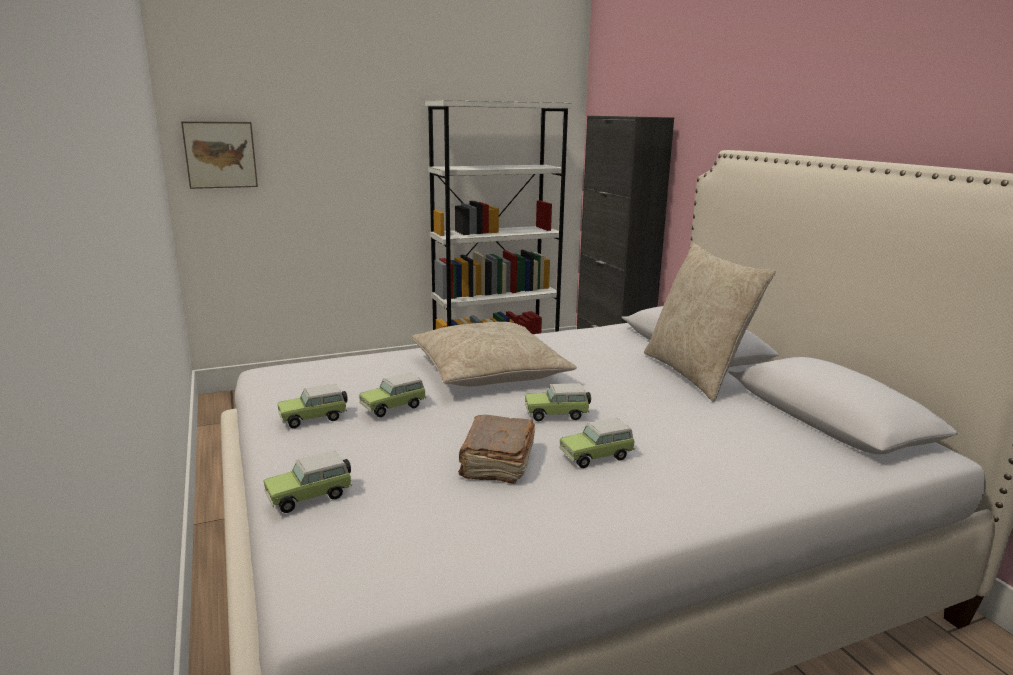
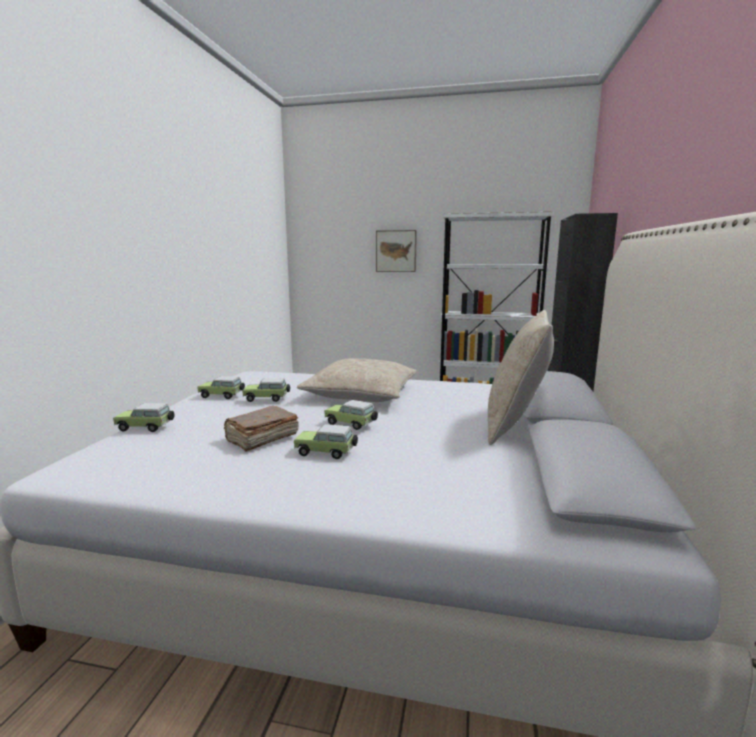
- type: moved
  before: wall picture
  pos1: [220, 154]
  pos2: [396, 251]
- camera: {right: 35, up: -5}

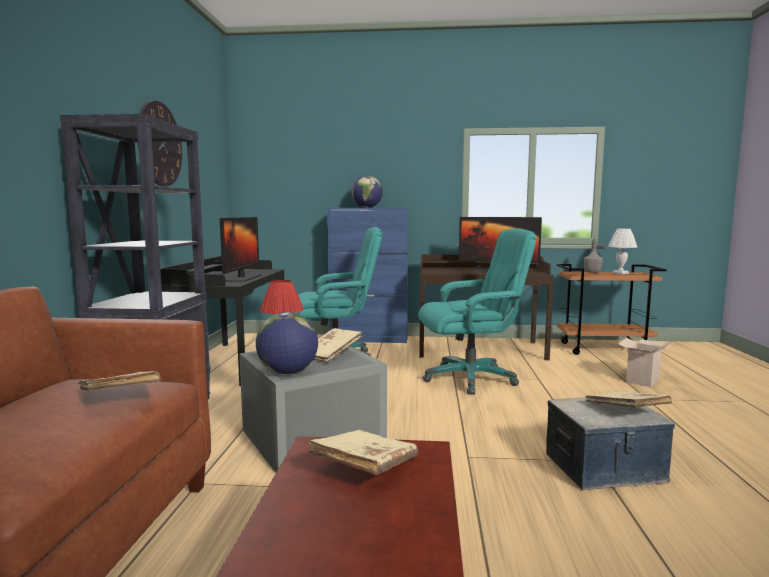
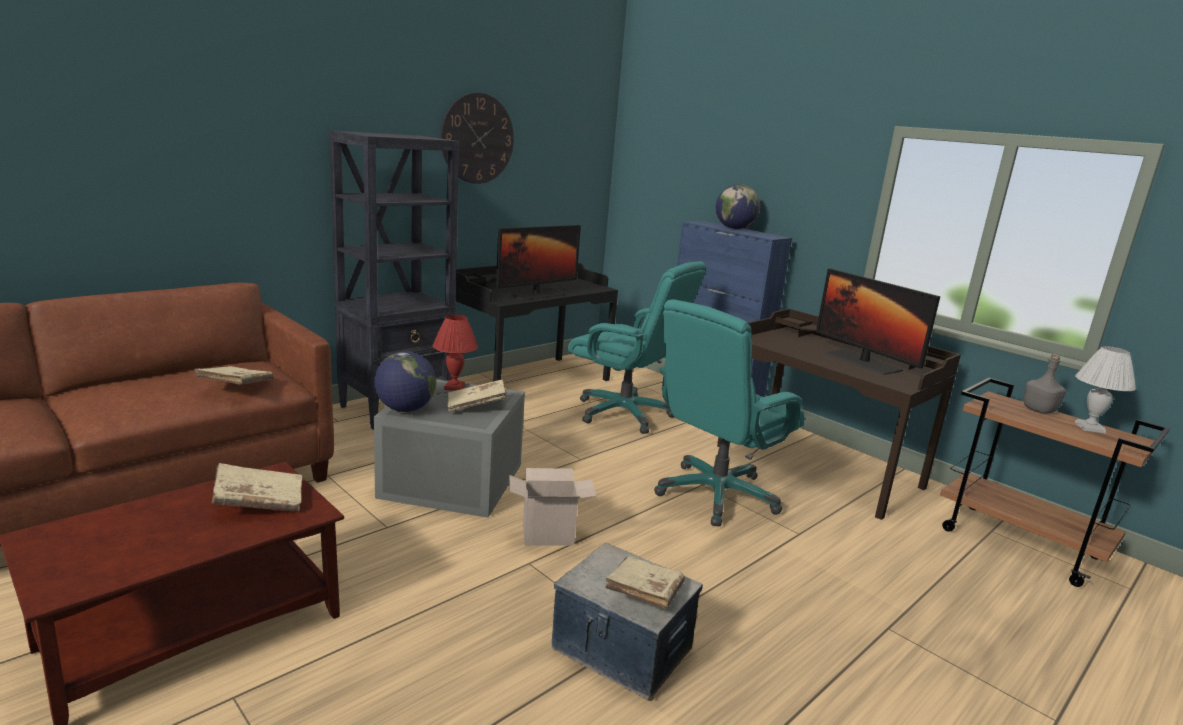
- type: turned
  before: computer chair/turquoise-coloured
  pos1: [471, 378]
  pos2: [716, 495]
  turn: 105
- type: moved
  before: cardboard box
  pos1: [641, 380]
  pos2: [549, 534]
- camera: {right: 40, up: 10}

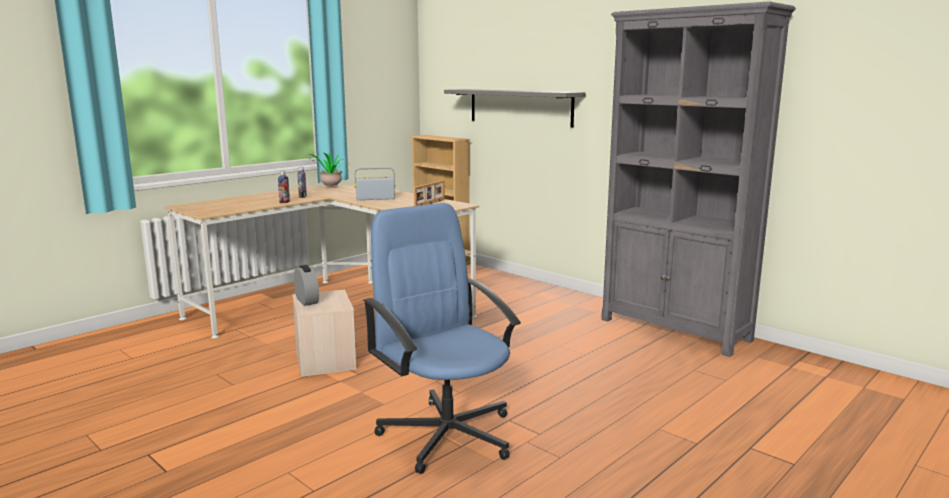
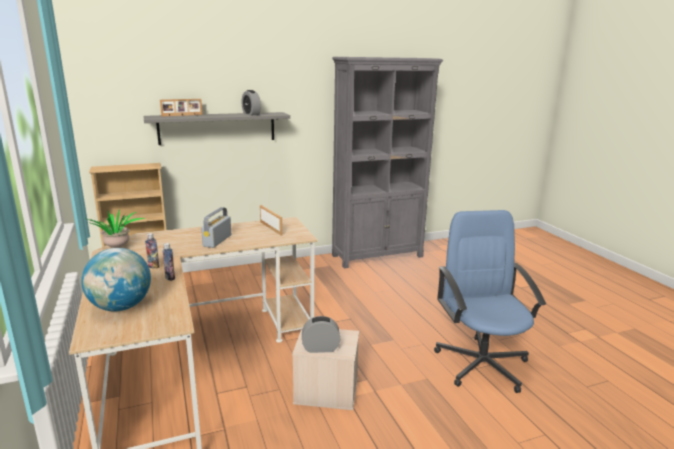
- type: turned
  before: computer chair/bluish
  pos1: [447, 434]
  pos2: [481, 363]
  turn: 90
- type: added
  after: alarm clock
  pos2: [251, 114]
- type: added
  after: standing frame
  pos2: [182, 115]
- type: added
  after: world globe
  pos2: [121, 307]
- camera: {right: -65, up: 5}

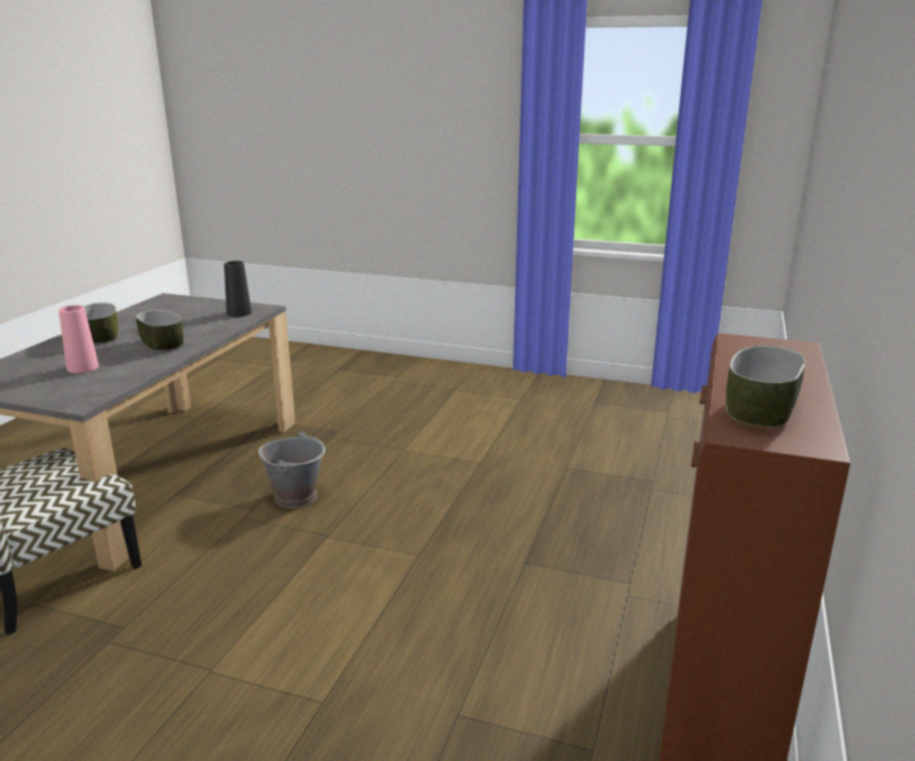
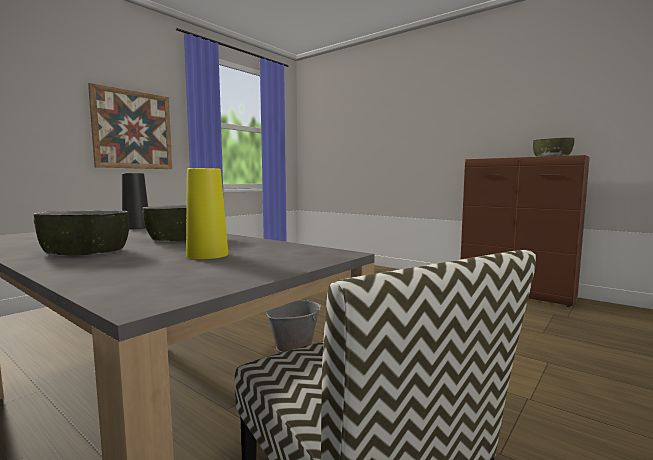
- type: recoloured
  before: vase/pinkish
  after: vase/yellow
  pos1: [83, 367]
  pos2: [207, 255]
- type: added
  after: wall picture
  pos2: [133, 130]
- camera: {right: -70, up: -15}

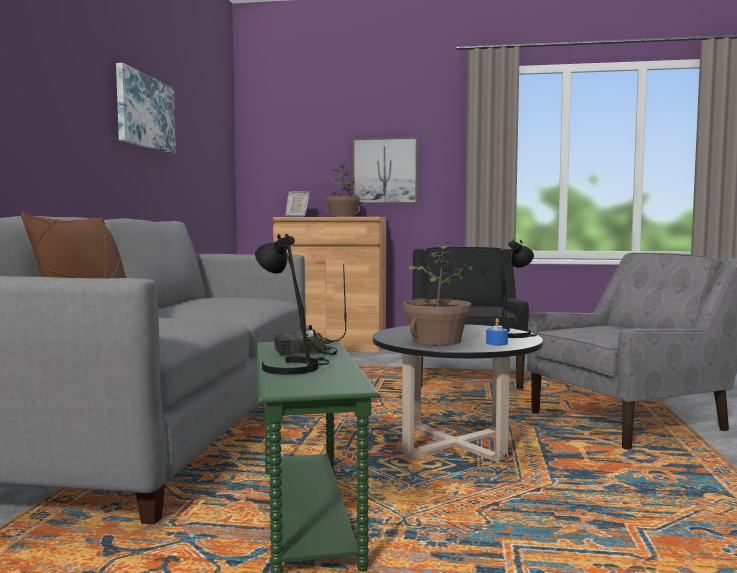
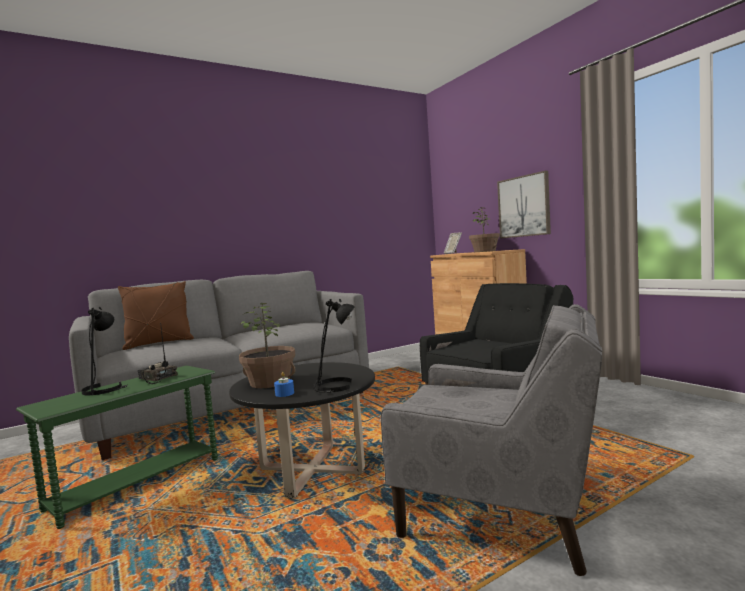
- type: removed
  before: wall picture
  pos1: [144, 112]
- camera: {right: 50, up: 0}

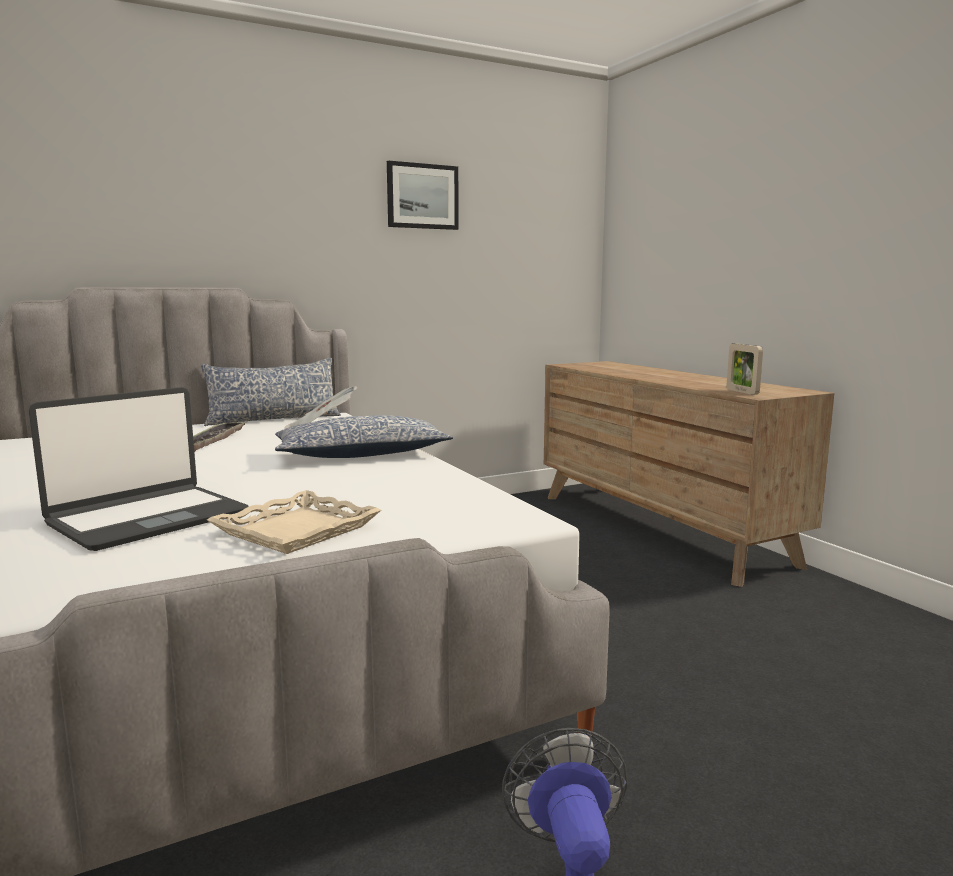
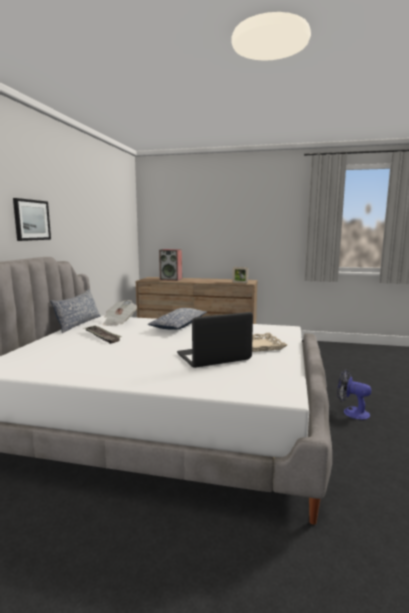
- type: moved
  before: wall picture
  pos1: [422, 196]
  pos2: [31, 220]
- type: turned
  before: notebook computer
  pos1: [148, 519]
  pos2: [214, 357]
  turn: -105
- type: added
  after: speaker
  pos2: [171, 279]
- camera: {right: -50, up: 0}

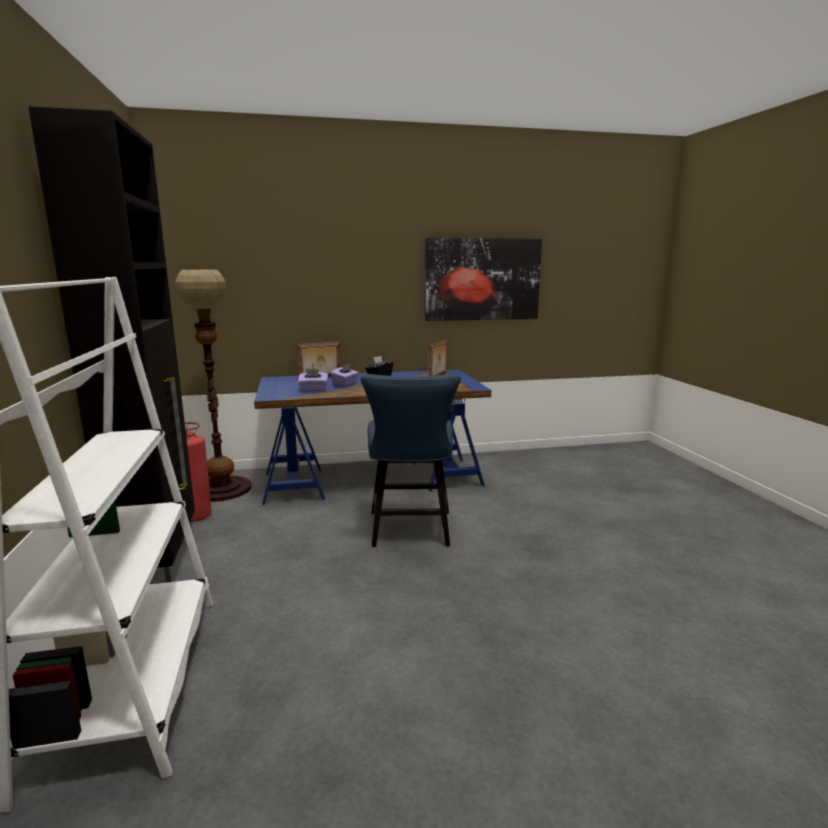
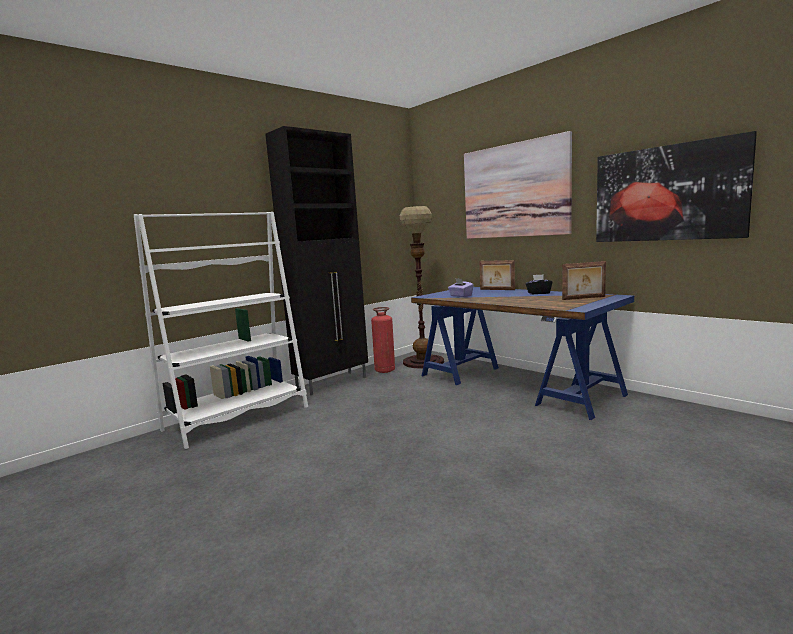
- type: removed
  before: box of tissues/purple-coloured
  pos1: [345, 385]
- type: removed
  before: upright chair/bluish
  pos1: [410, 532]
- type: added
  after: wall picture
  pos2: [514, 190]
- camera: {right: 60, up: -5}

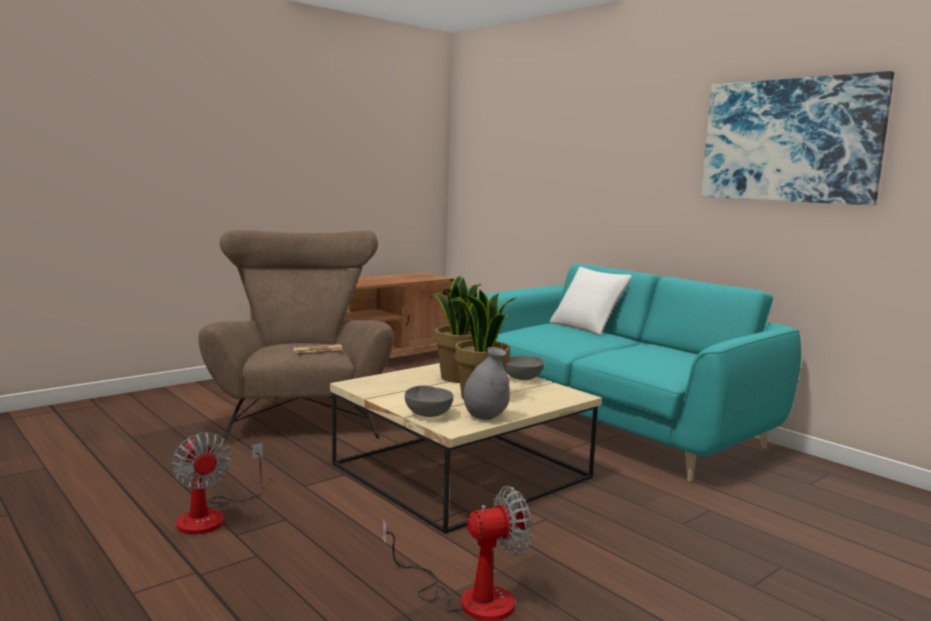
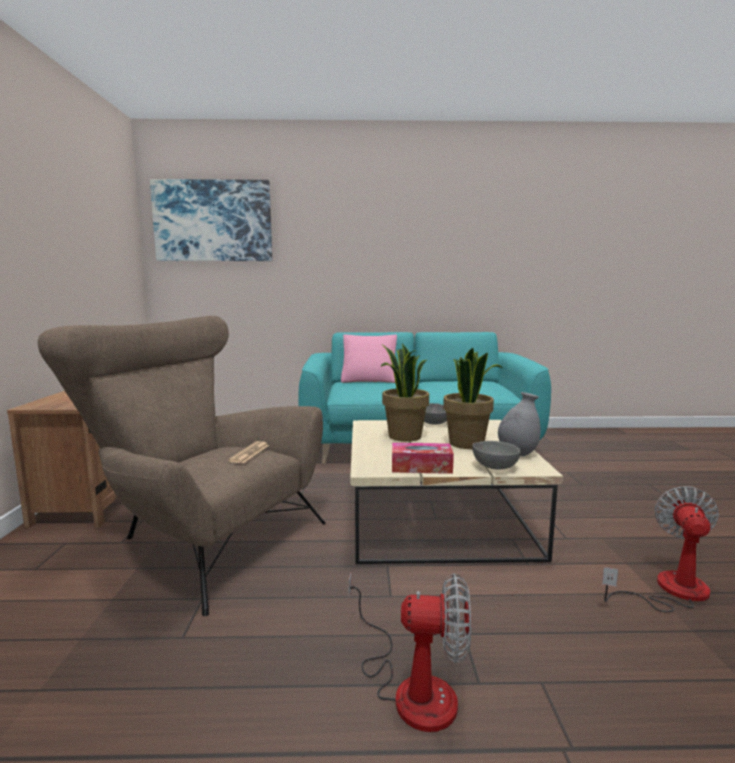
- type: moved
  before: wall picture
  pos1: [789, 140]
  pos2: [213, 221]
- type: recoloured
  before: pillow/white-coloured
  after: pillow/pinkish
  pos1: [587, 327]
  pos2: [369, 380]
- type: added
  after: box of tissues
  pos2: [421, 467]
- camera: {right: -50, up: 0}

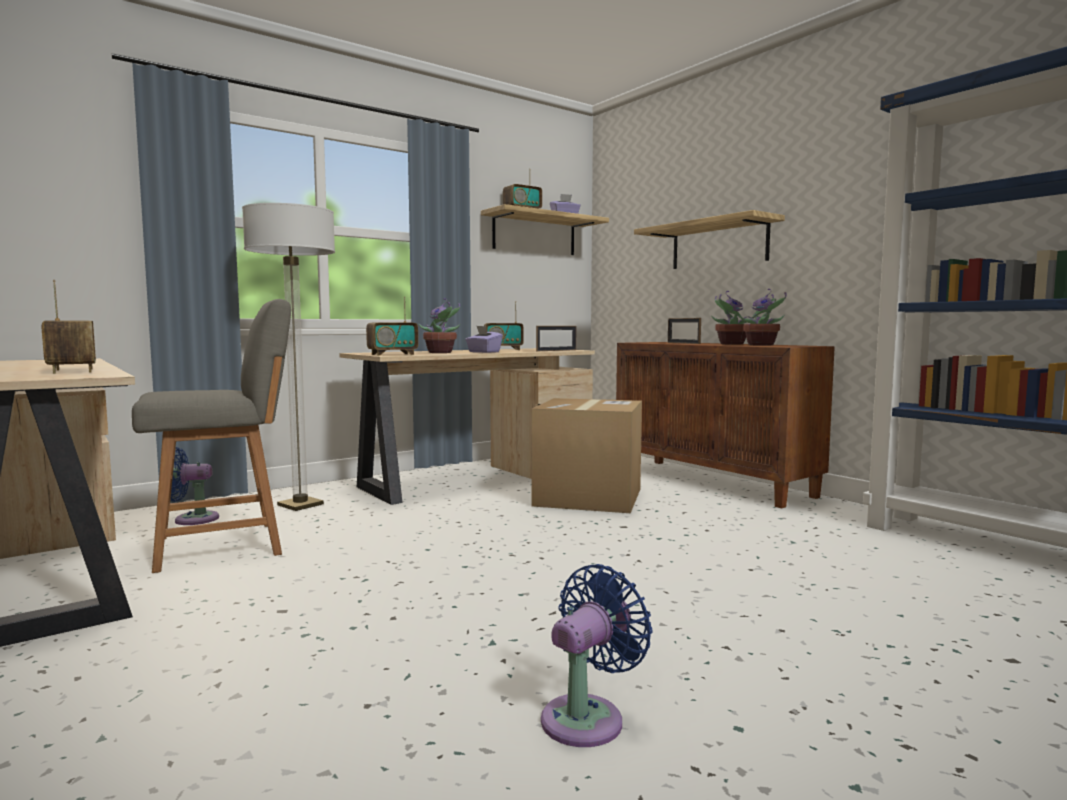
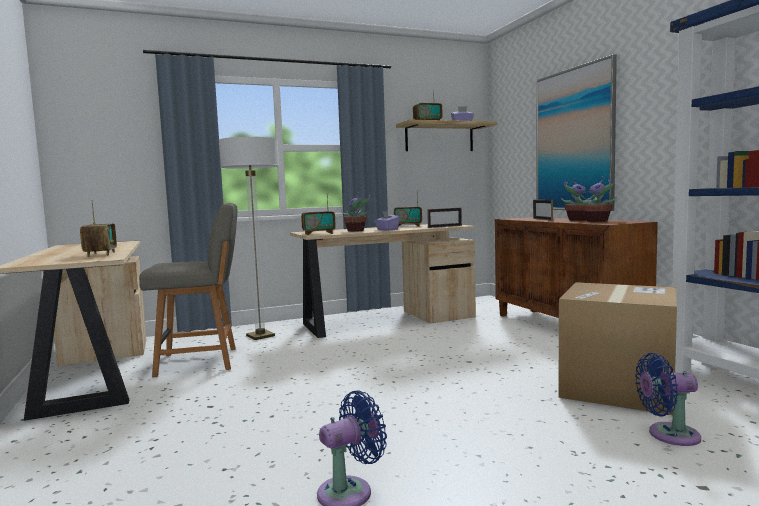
- type: replaced
  before: bracket shelf
  after: wall picture
  pos1: [718, 245]
  pos2: [574, 140]
- type: moved
  before: cardboard box
  pos1: [588, 497]
  pos2: [618, 388]
- type: moved
  before: cooling fan/bluish
  pos1: [191, 519]
  pos2: [668, 435]
- camera: {right: 15, up: 0}

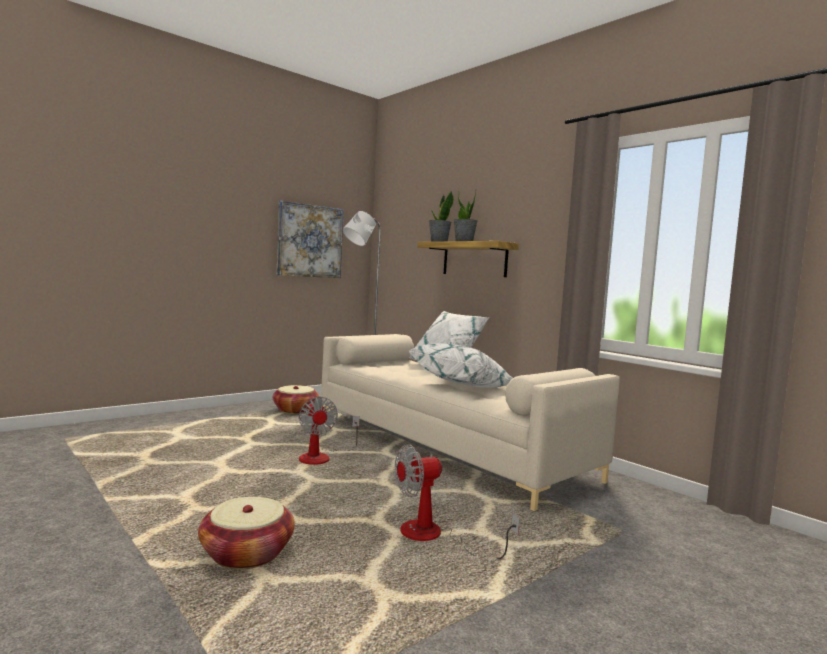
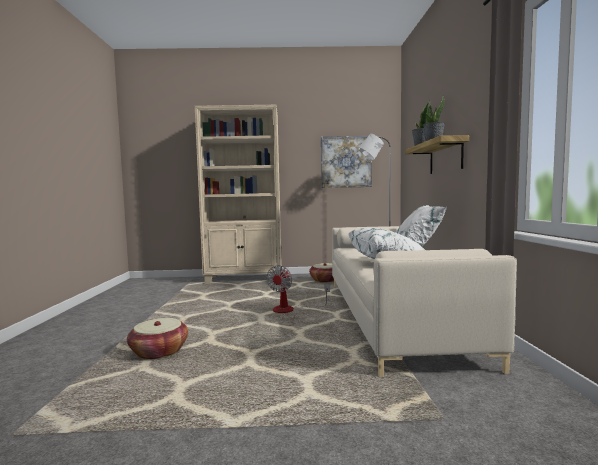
- type: removed
  before: cooling fan
  pos1: [435, 537]
- type: added
  after: bookcase/beige
  pos2: [245, 279]
- camera: {right: 40, up: 0}

